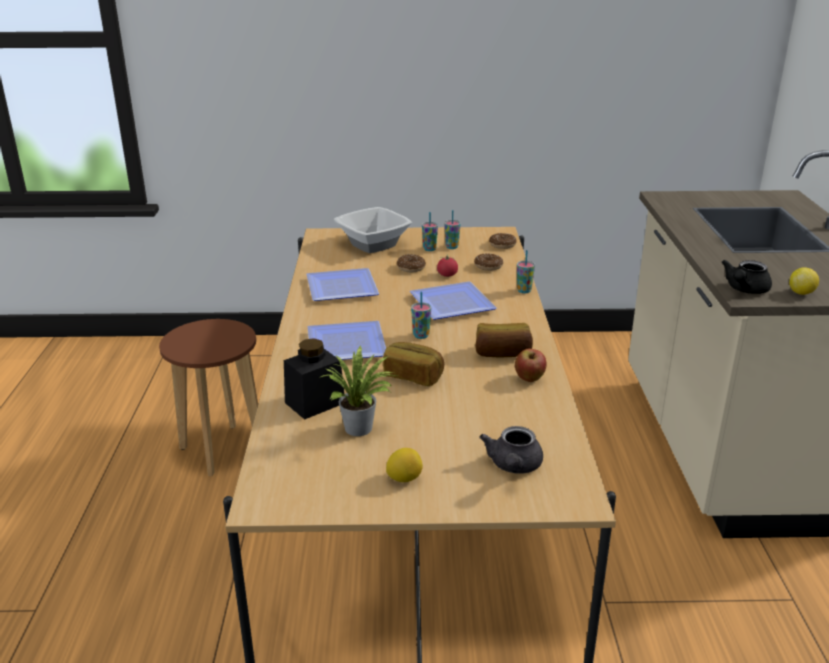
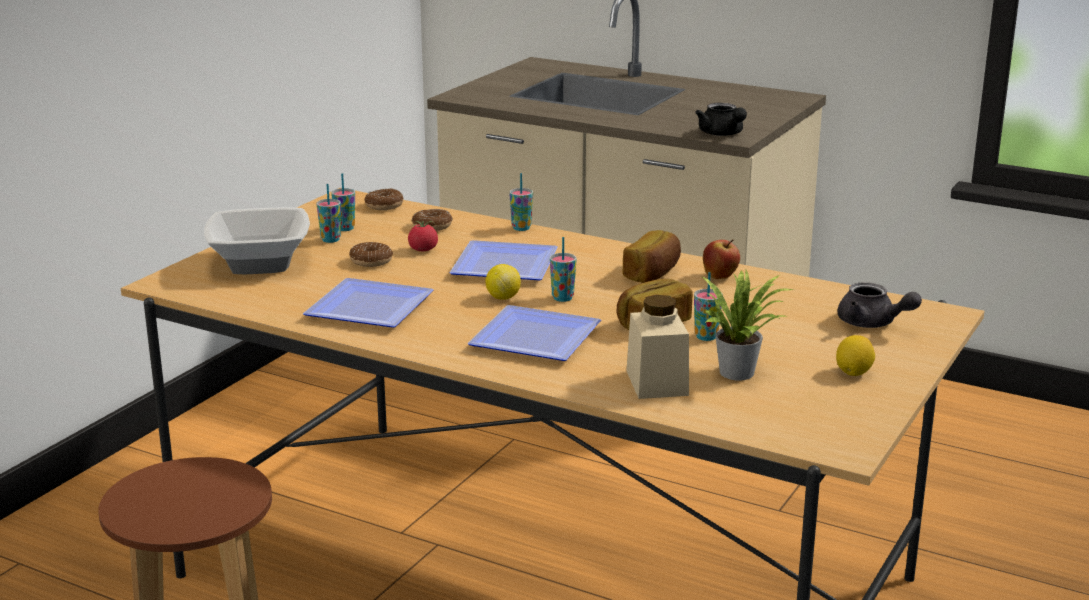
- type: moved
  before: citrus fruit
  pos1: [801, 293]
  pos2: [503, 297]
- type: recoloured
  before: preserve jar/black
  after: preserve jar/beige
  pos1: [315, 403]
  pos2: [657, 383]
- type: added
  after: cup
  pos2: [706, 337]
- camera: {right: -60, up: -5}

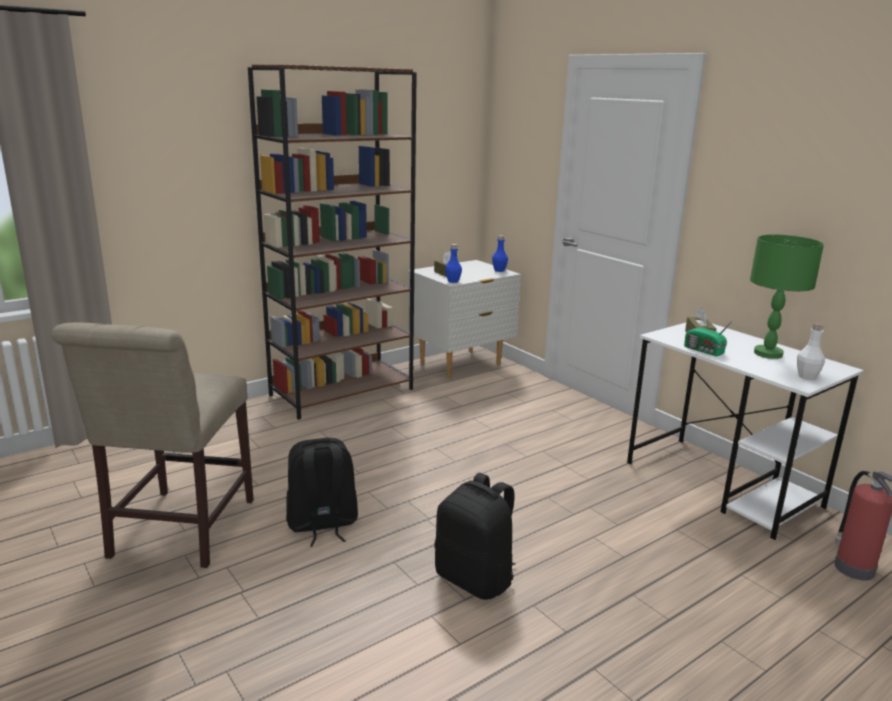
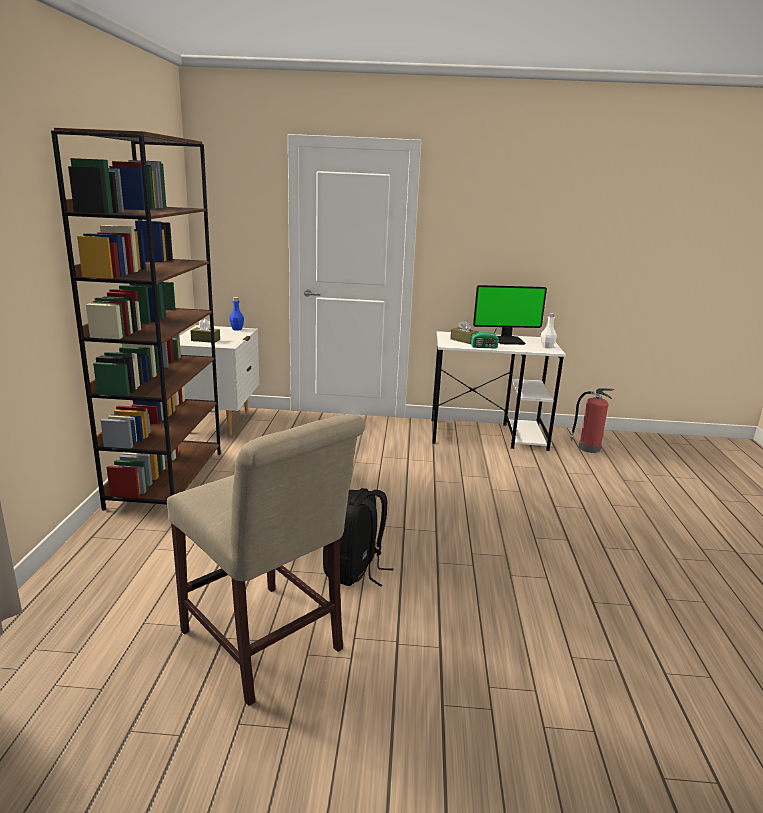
- type: replaced
  before: tabletop lamp/green-coloured
  after: computer display
  pos1: [768, 354]
  pos2: [508, 340]
- type: removed
  before: drink bottle/bluish
  pos1: [453, 281]
- type: removed
  before: rucksack/black
  pos1: [475, 579]
- camera: {right: -50, up: 0}

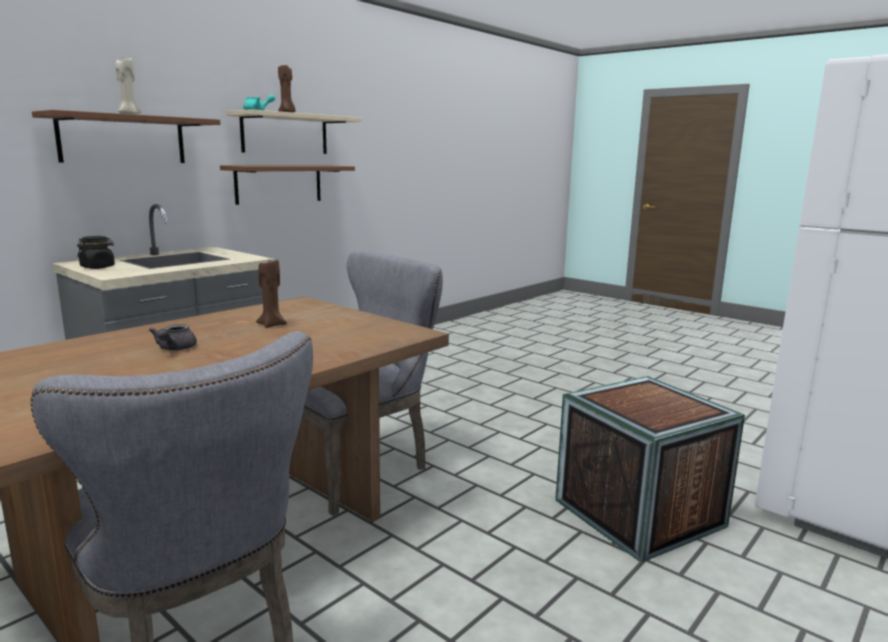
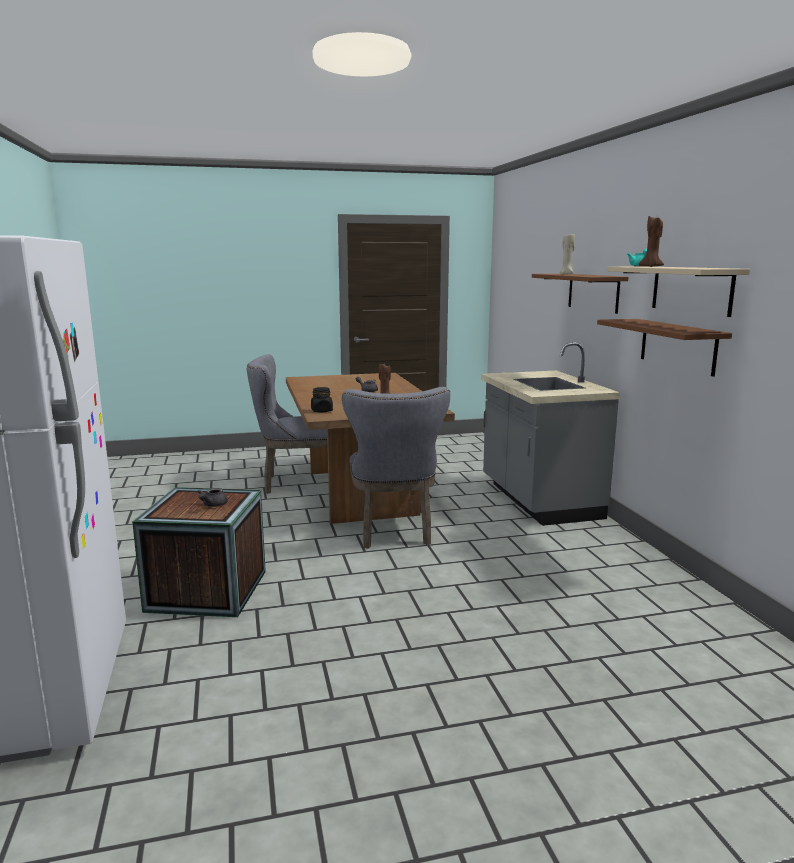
- type: moved
  before: preserve jar/black
  pos1: [98, 267]
  pos2: [322, 411]
- type: added
  after: pot for tea/grey
  pos2: [212, 505]
- camera: {right: 125, up: 0}

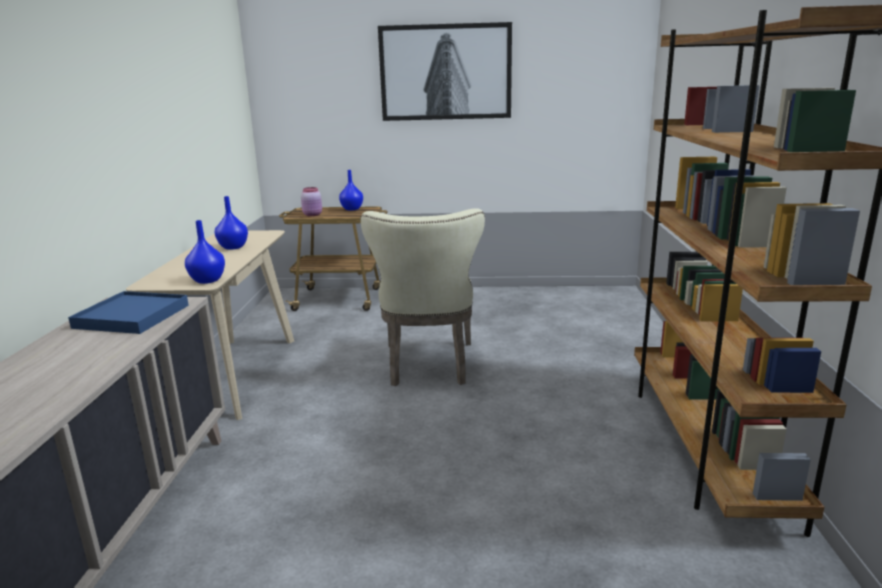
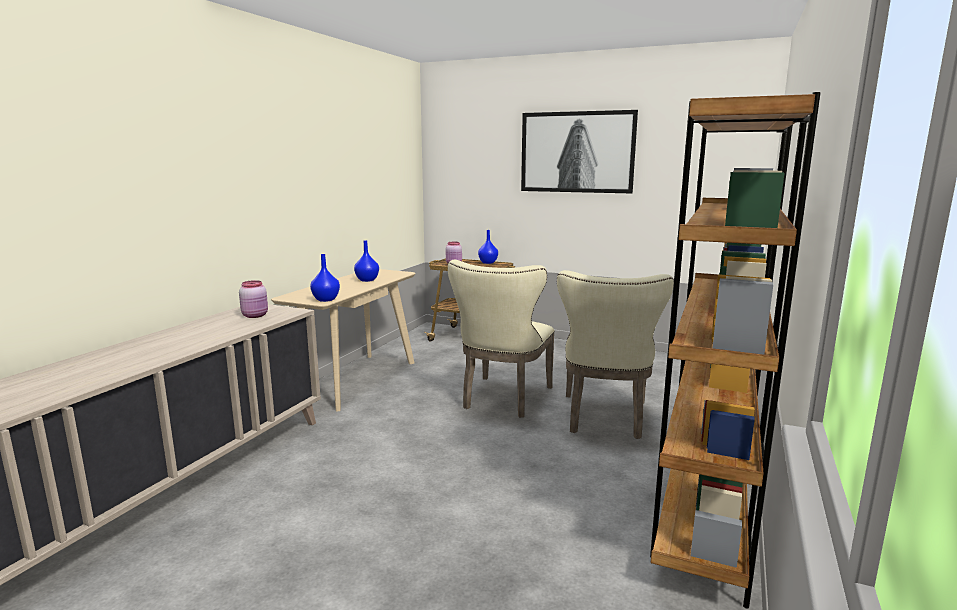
- type: replaced
  before: tray/bluish
  after: preserve jar/pinkish
  pos1: [132, 316]
  pos2: [256, 315]
- type: added
  after: upright chair/beige
  pos2: [605, 419]
- camera: {right: 20, up: -5}

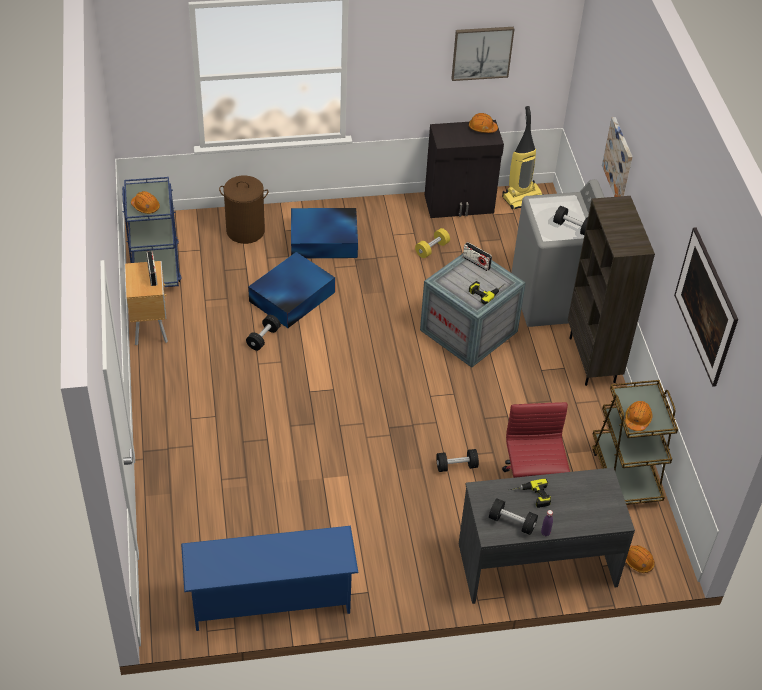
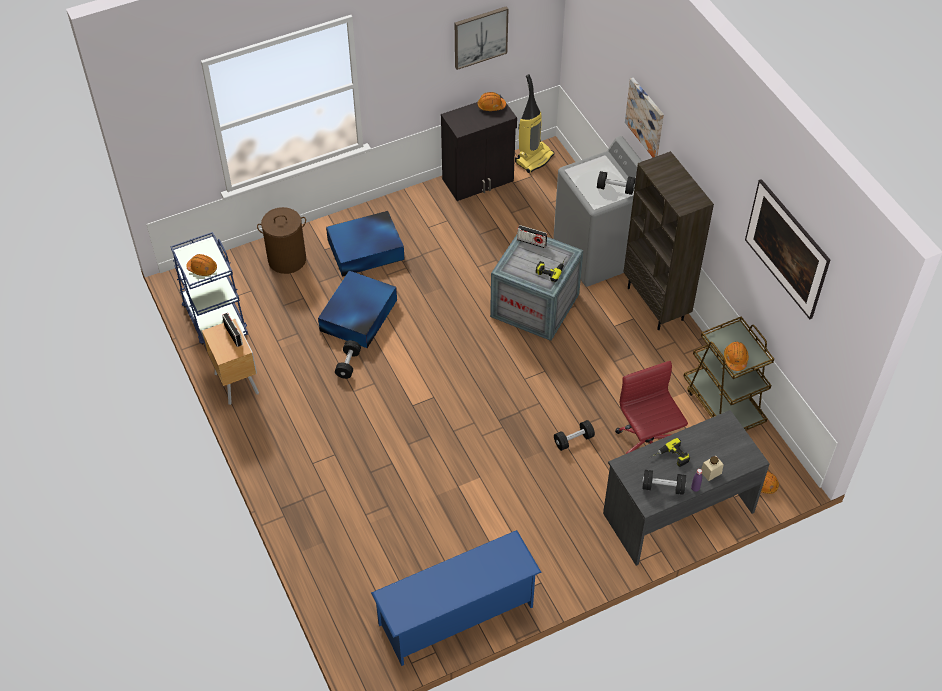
- type: removed
  before: hand weight/yellow
  pos1: [432, 249]
- type: added
  after: preserve jar/beige
  pos2: [711, 472]
- camera: {right: -15, up: 5}

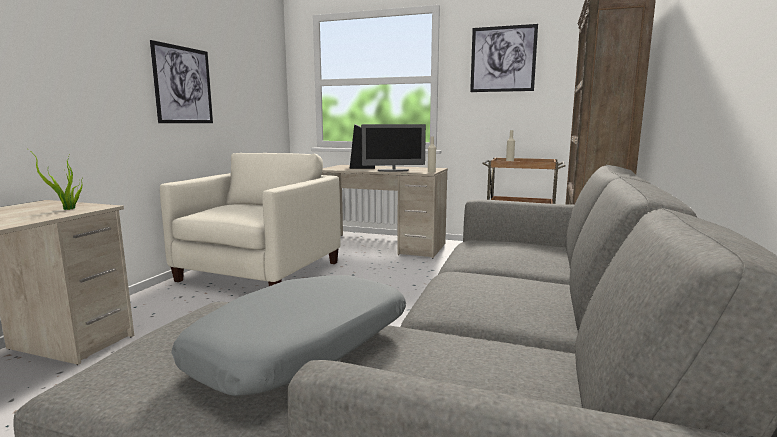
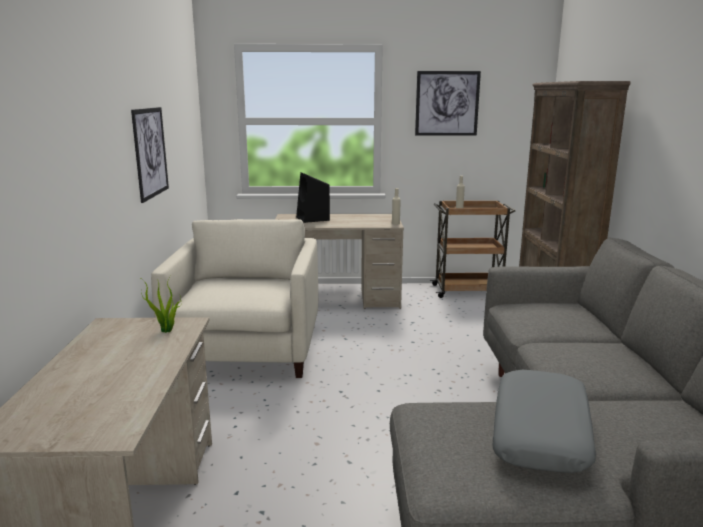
- type: removed
  before: computer display
  pos1: [393, 170]
- camera: {right: -20, up: 5}

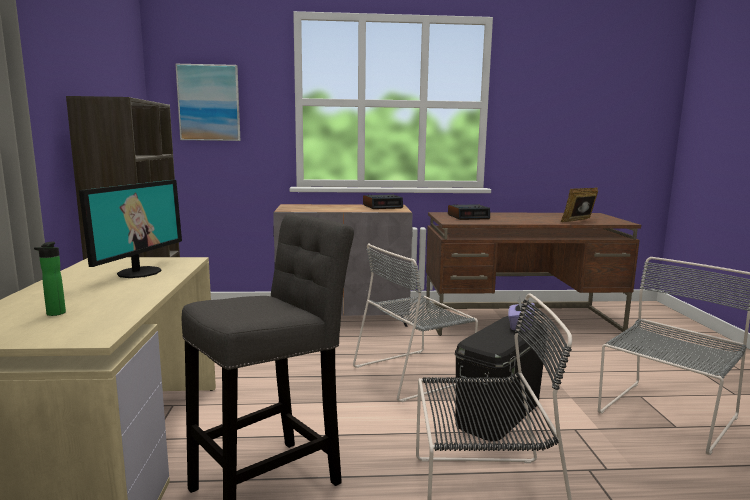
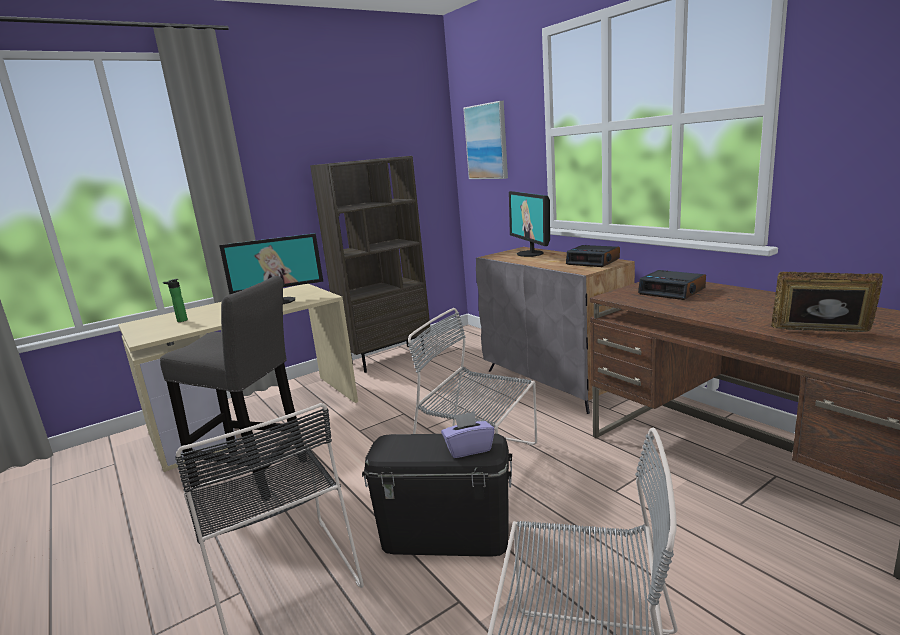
- type: added
  after: computer display
  pos2: [530, 253]
- camera: {right: 60, up: 5}

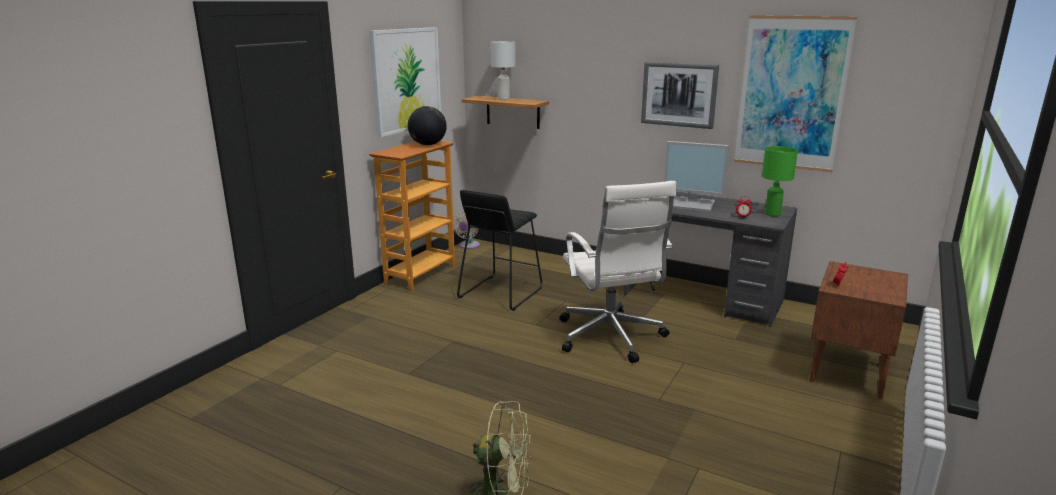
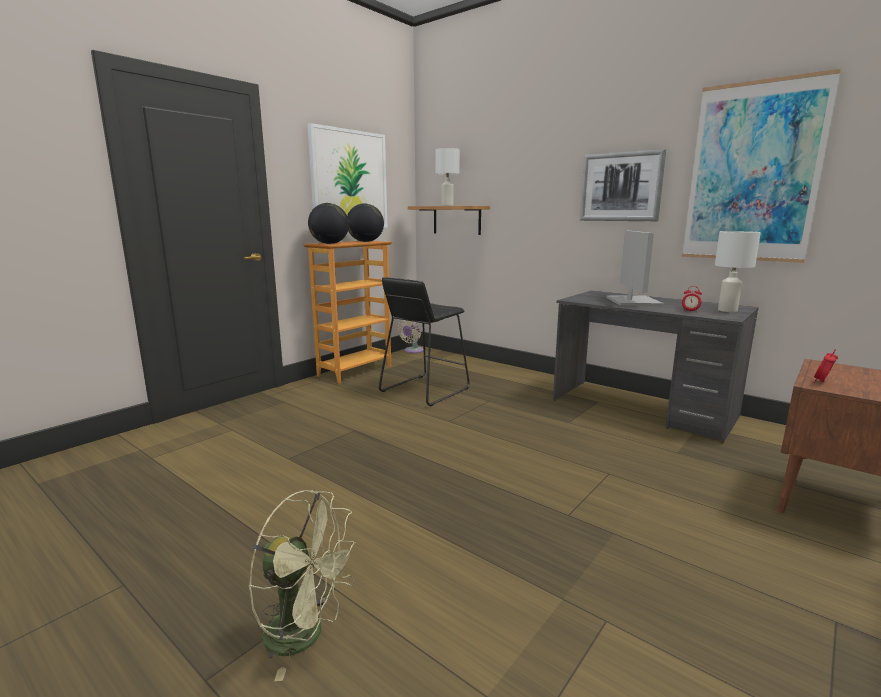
- type: turned
  before: computer display
  pos1: [692, 204]
  pos2: [632, 301]
  turn: -120
- type: recoloured
  before: tabletop lamp/green-coloured
  after: tabletop lamp/white-coloured
  pos1: [772, 214]
  pos2: [727, 310]
- type: removed
  before: computer chair/white-coloured
  pos1: [610, 338]
- type: added
  after: world globe
  pos2: [329, 244]
- camera: {right: 10, up: -5}

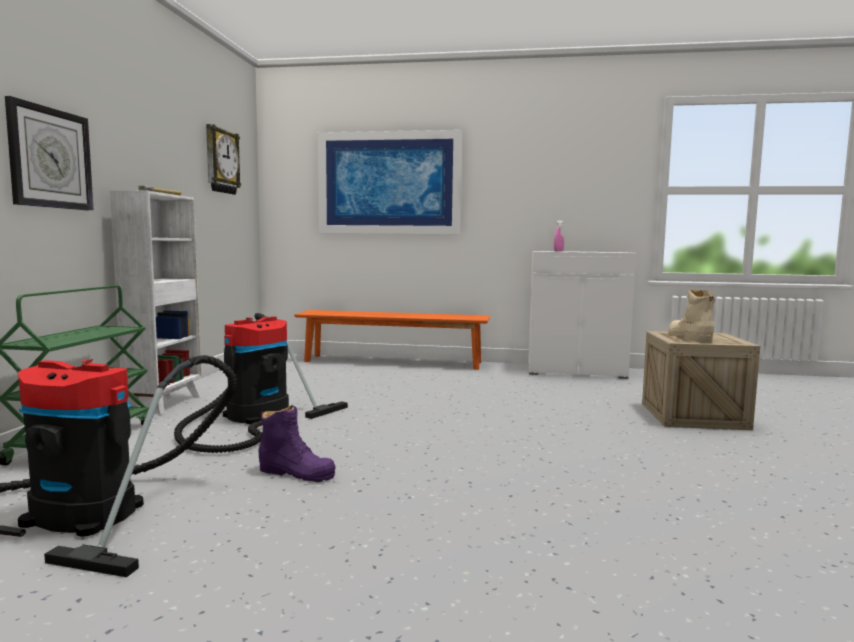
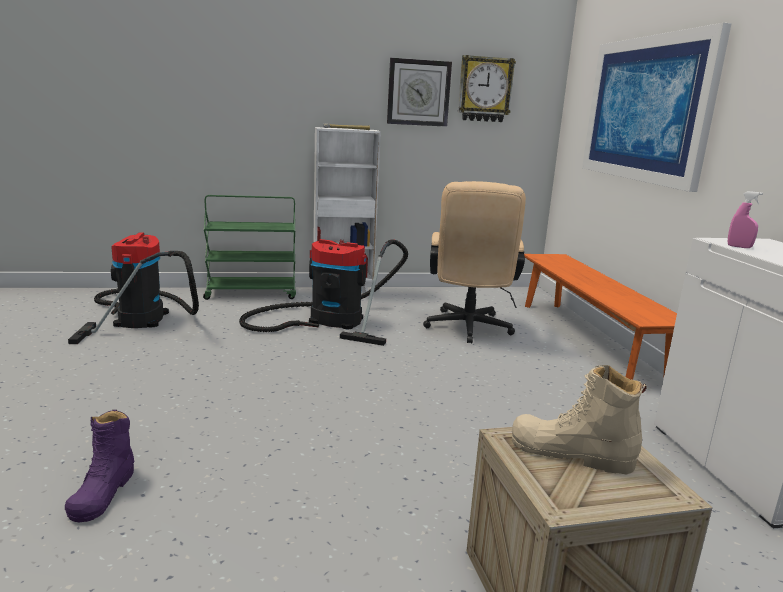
- type: moved
  before: clock on the wall
  pos1: [50, 158]
  pos2: [418, 93]
- type: turned
  before: boot/beige
  pos1: [689, 337]
  pos2: [571, 453]
  turn: -135
- type: moved
  before: boot/purple-coloured
  pos1: [296, 473]
  pos2: [103, 492]
- type: added
  after: computer chair/beige
  pos2: [468, 329]
- camera: {right: 70, up: 10}

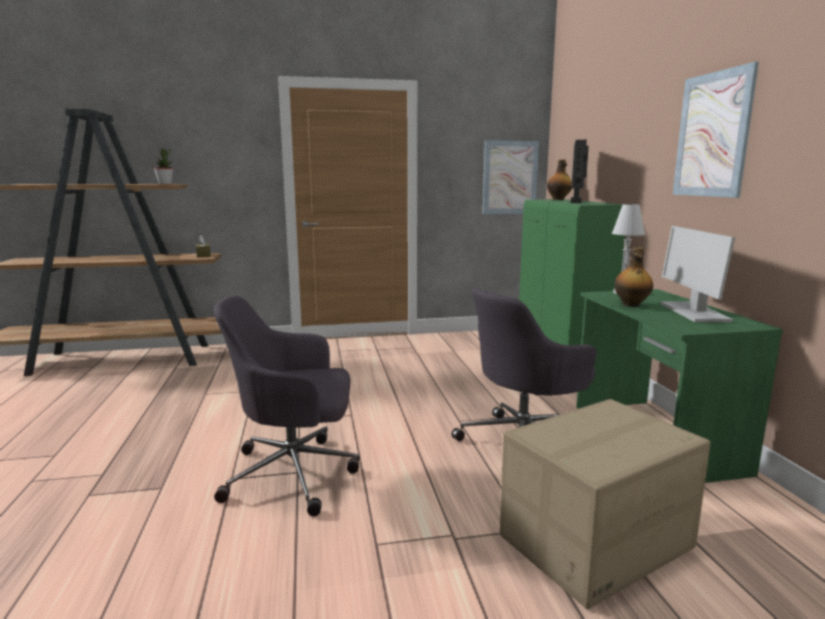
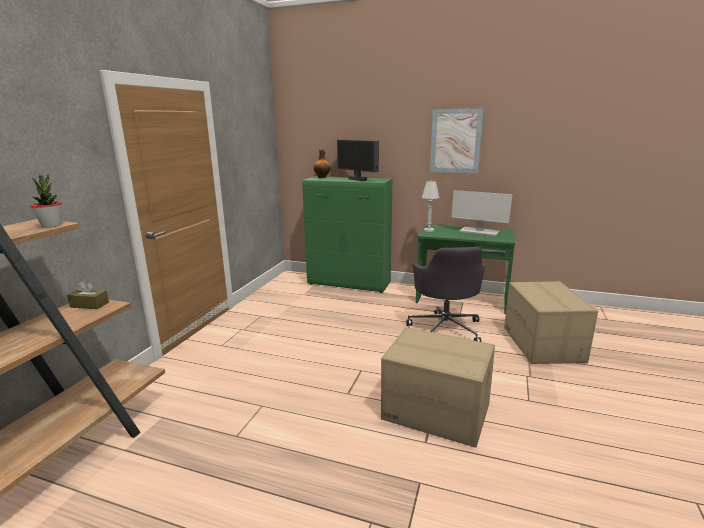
- type: removed
  before: wall picture
  pos1: [510, 177]
- type: removed
  before: drink bottle
  pos1: [631, 305]
- type: replaced
  before: computer chair/grey
  after: cardboard box
  pos1: [295, 474]
  pos2: [435, 412]
- camera: {right: -60, up: 5}

